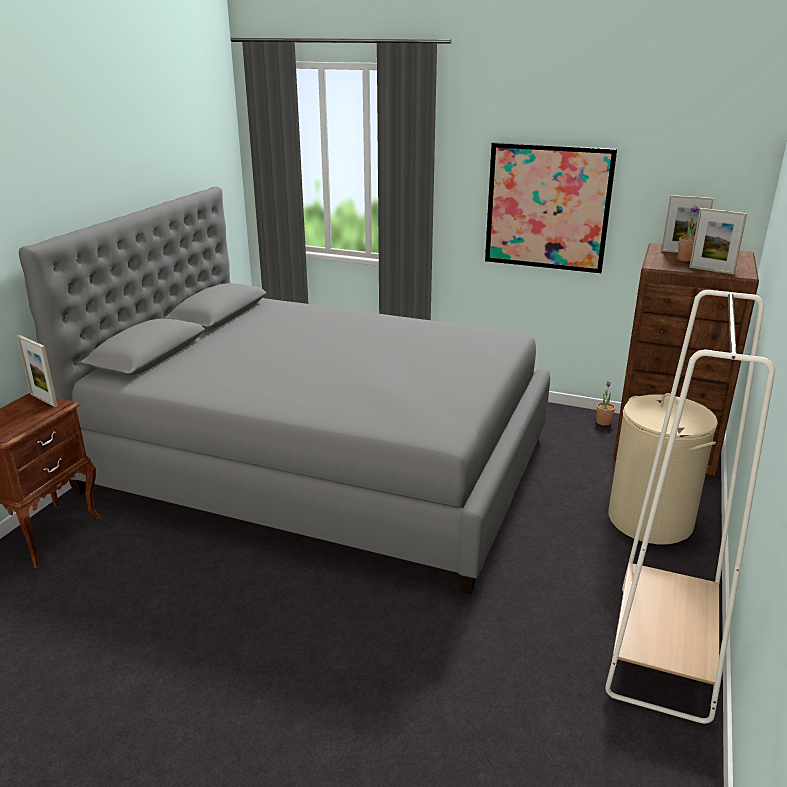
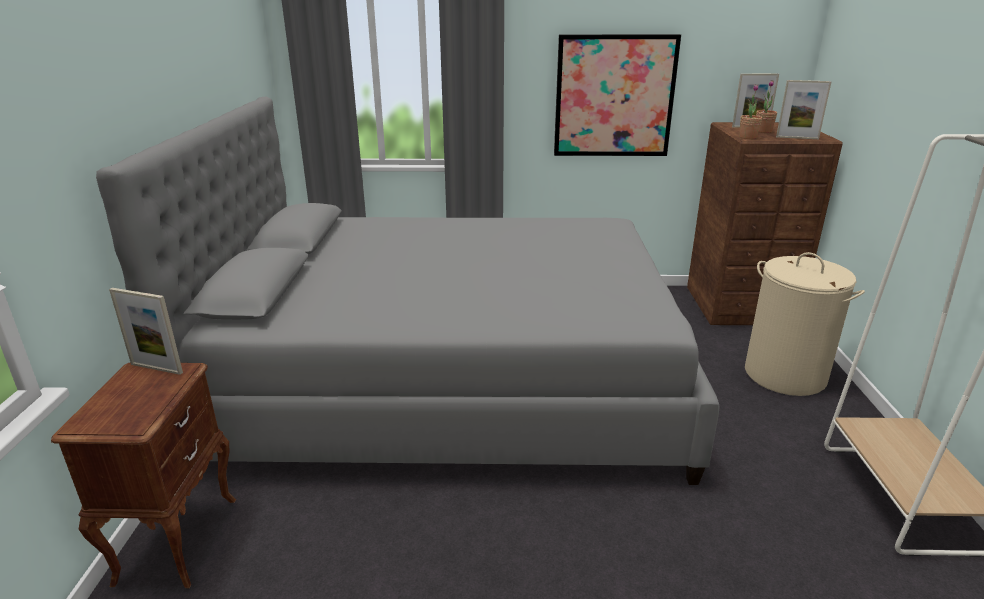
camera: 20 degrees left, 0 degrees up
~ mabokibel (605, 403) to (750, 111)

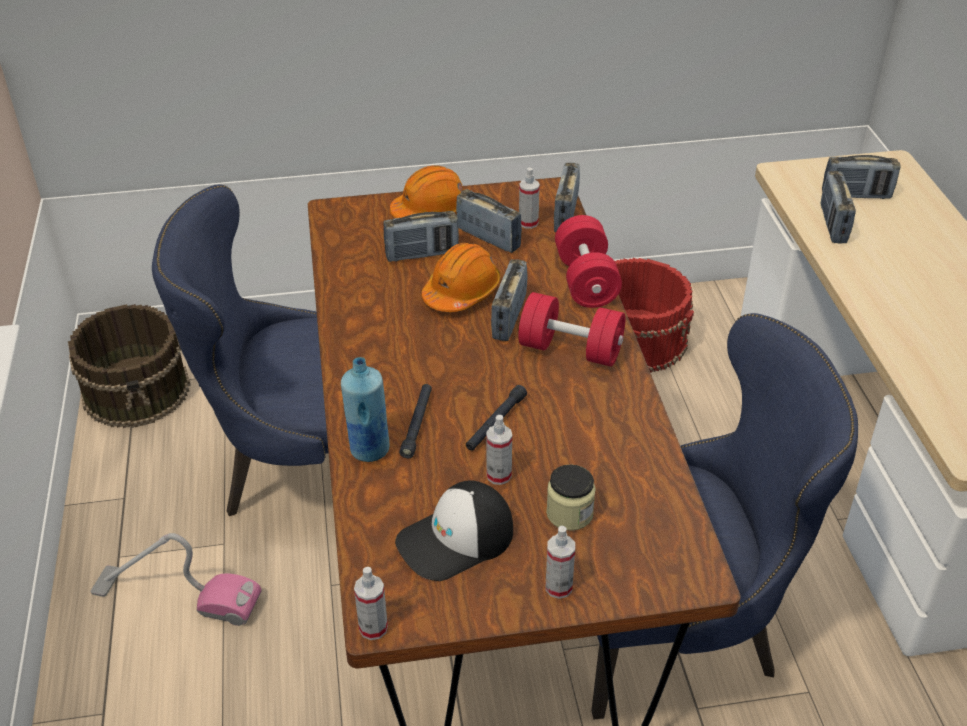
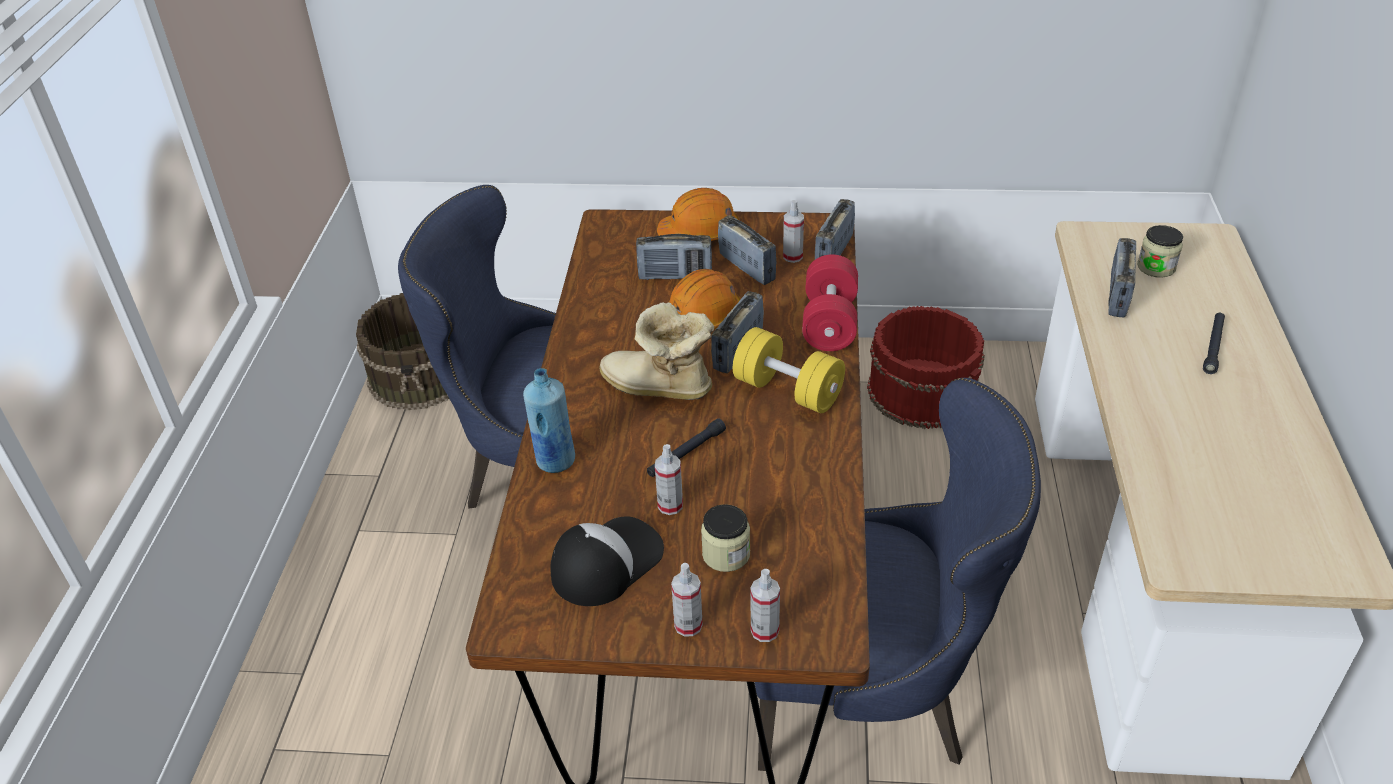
camera: 15 degrees right, 0 degrees up
~ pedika (454, 530) = (607, 561) 150 degrees clockwise
+ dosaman (657, 351)
~ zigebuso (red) (571, 329) to zigebuso (yellow) (789, 370)
~ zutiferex (371, 603) to (765, 605)
~ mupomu (861, 177) to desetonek (1160, 251)
~ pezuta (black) (415, 421) to (1214, 343)
- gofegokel (175, 579)

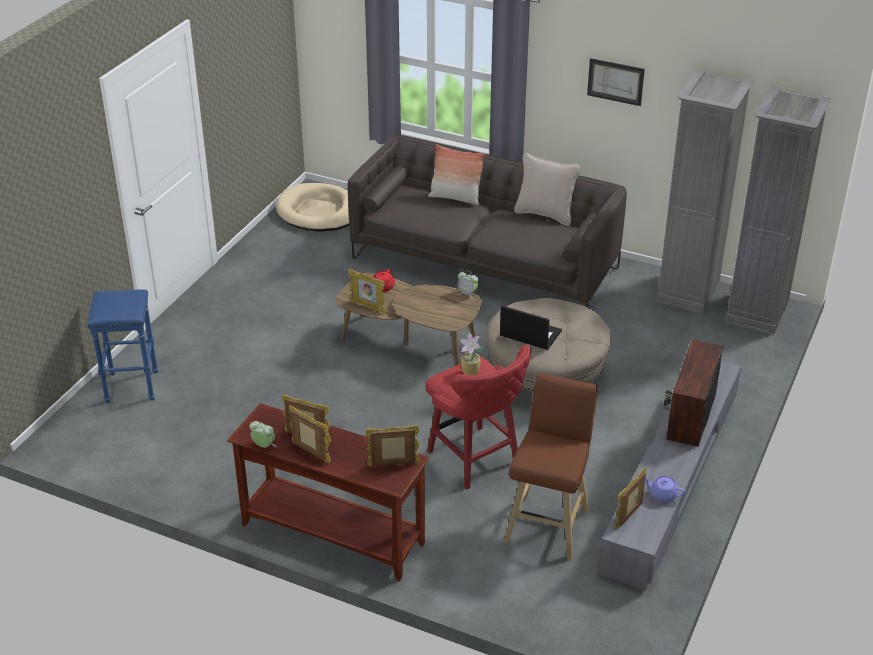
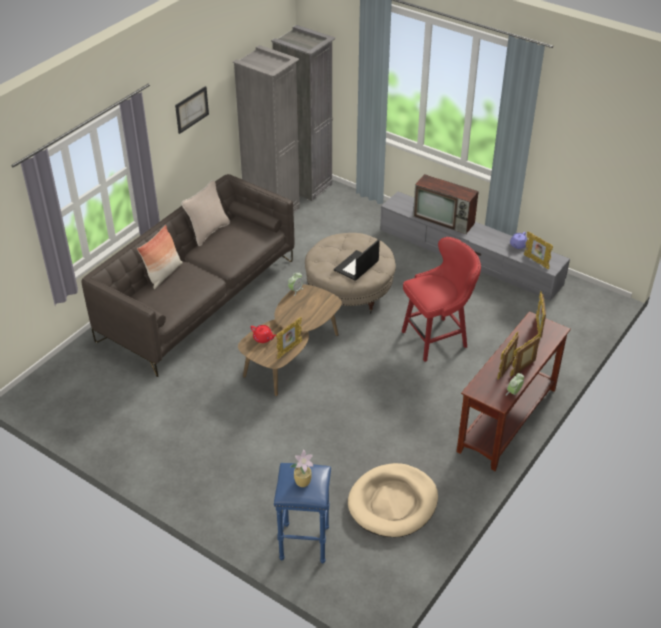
camera: 80 degrees left, 5 degrees up
~ mabokibel (472, 353) to (302, 468)
~ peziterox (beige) (312, 207) to (393, 500)
- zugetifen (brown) (550, 466)

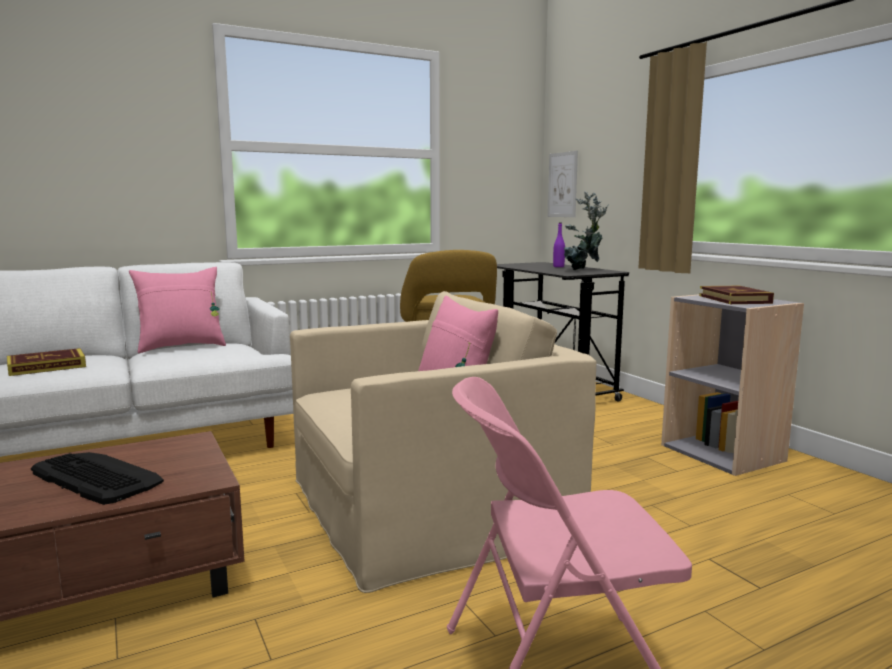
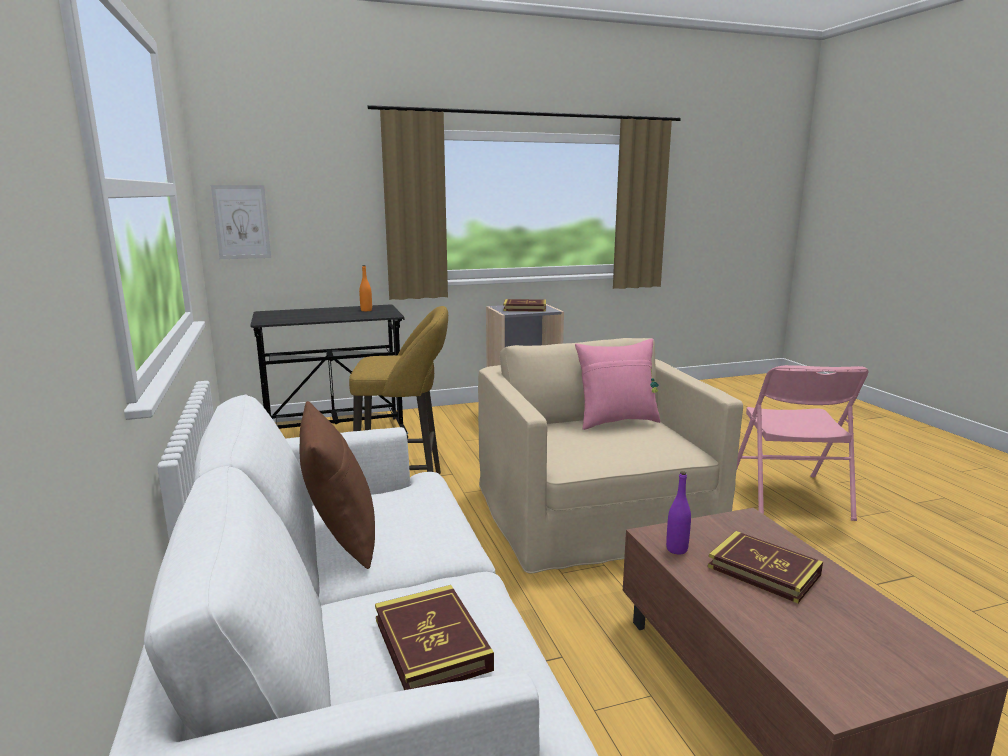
camera: 80 degrees left, 5 degrees up
~ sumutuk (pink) (177, 310) to sumutuk (brown) (337, 485)
~ mabokibel (586, 230) to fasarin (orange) (365, 288)
~ fasarin (purple) (559, 245) to (678, 513)
~ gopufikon (97, 478) to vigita (765, 567)

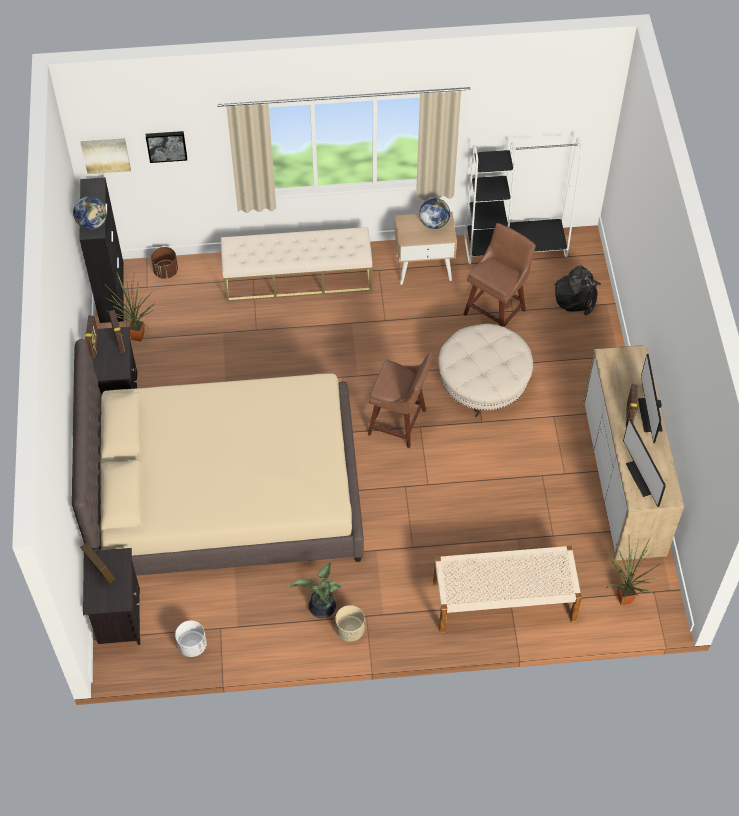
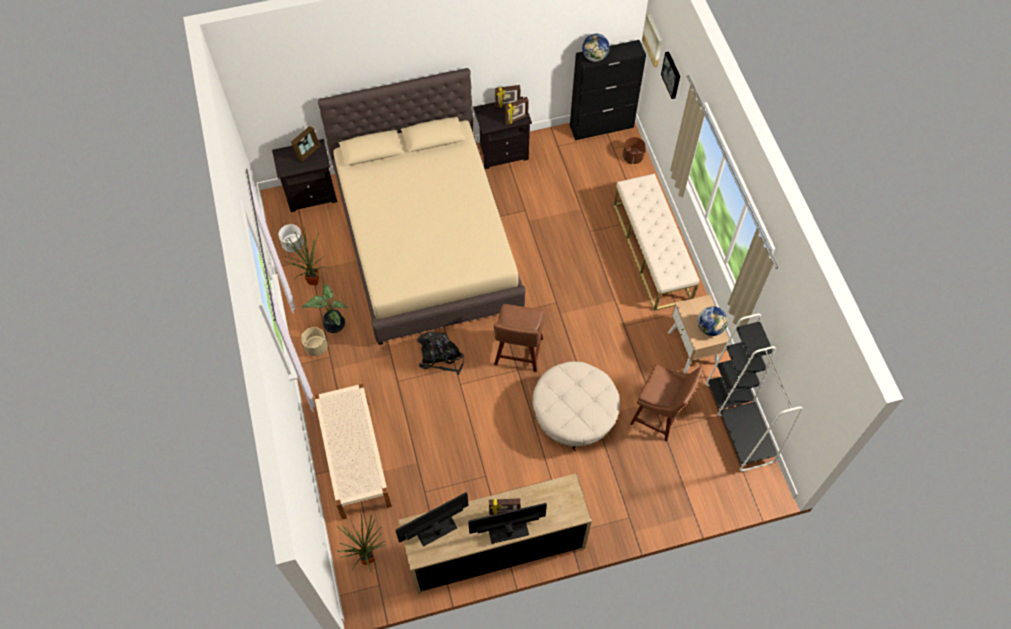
camera: 80 degrees right, 5 degrees up
~ mabokibel (130, 306) to (307, 255)
~ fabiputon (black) (577, 290) to (440, 353)

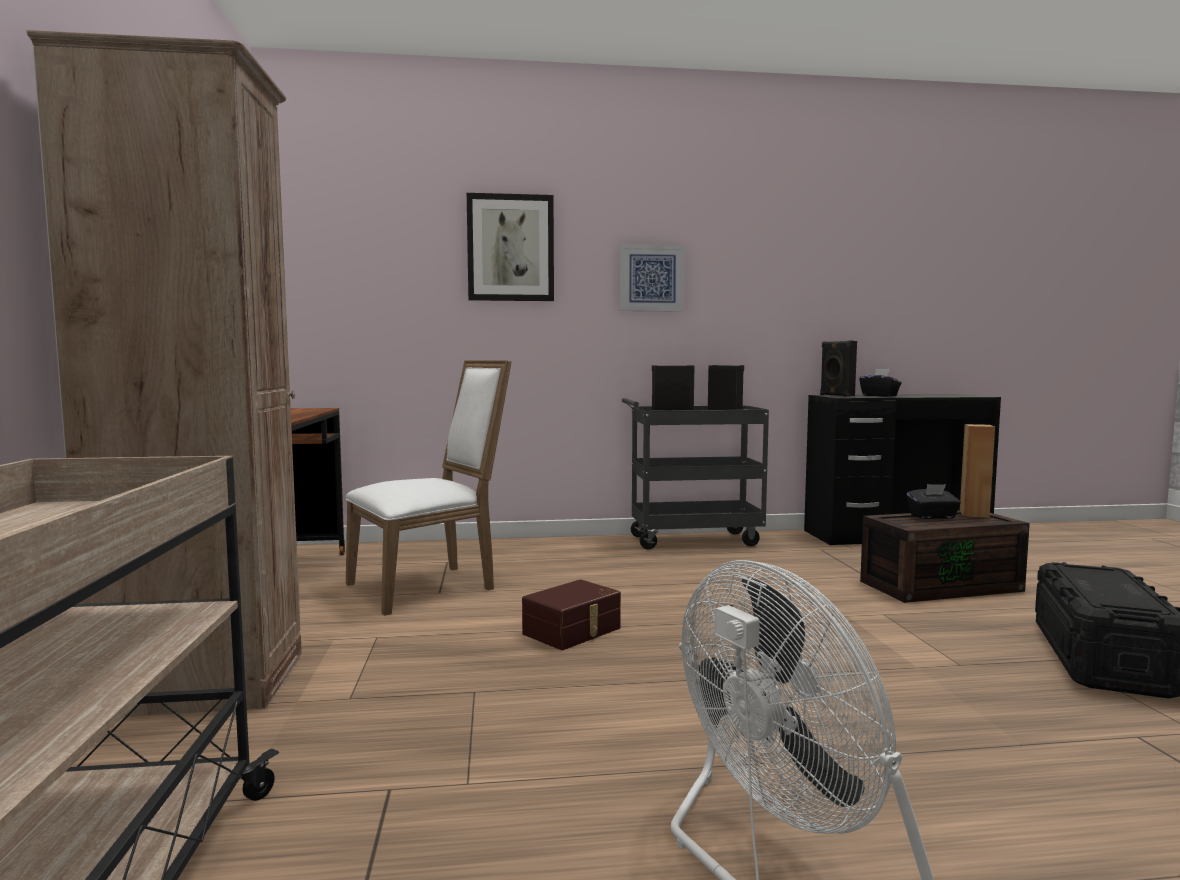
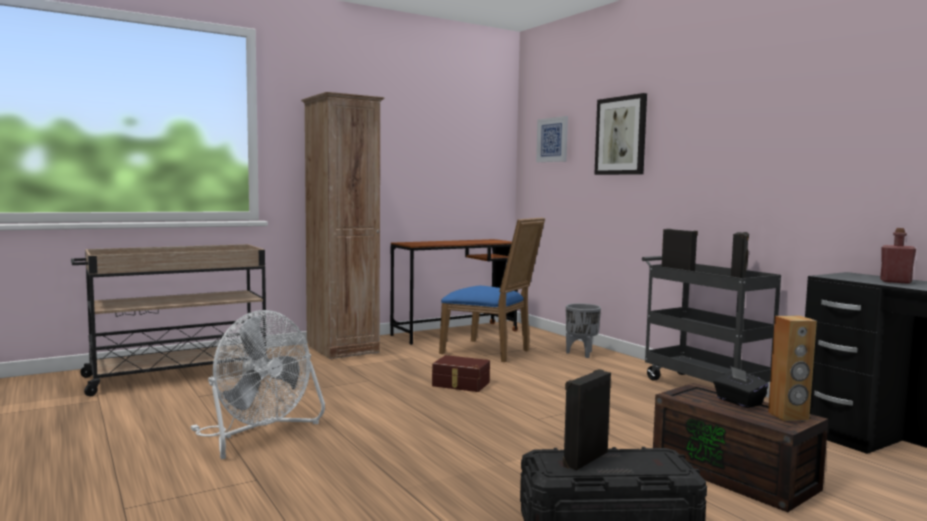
camera: 65 degrees right, 0 degrees up
~ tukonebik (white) (428, 488) to tukonebik (blue) (492, 290)
~ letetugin (652, 278) to (552, 139)
~ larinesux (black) (838, 369) to (587, 419)
+ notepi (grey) (583, 330)
~ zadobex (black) (880, 383) to fasarin (red) (898, 256)

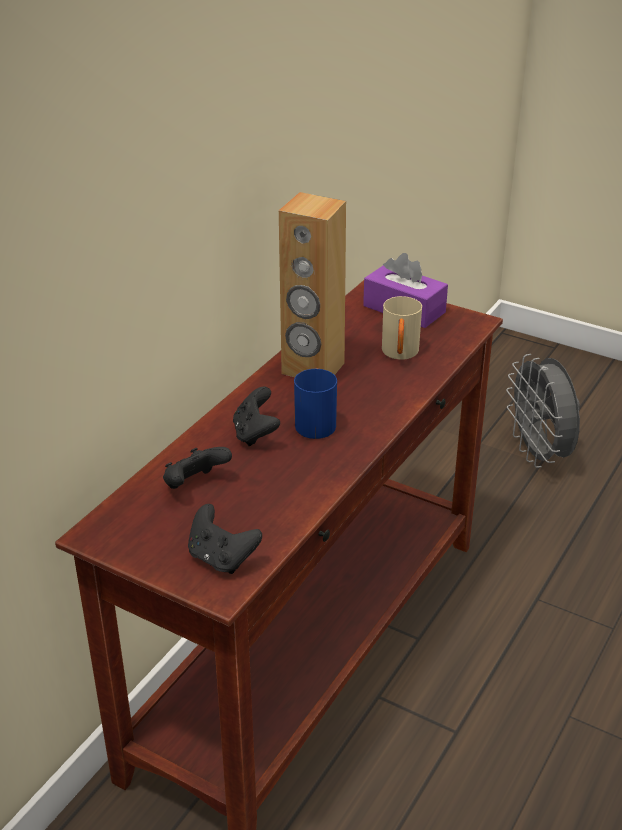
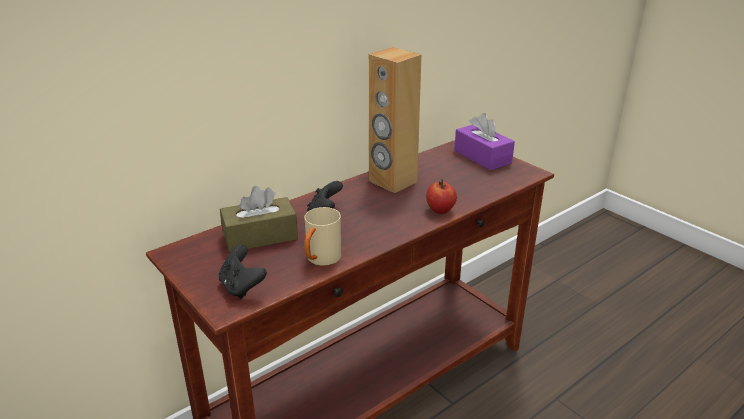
camera: 20 degrees right, 5 degrees down
~ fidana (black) (197, 468) to zadobex (brown) (259, 219)
~ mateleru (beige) (402, 328) to (322, 236)
+ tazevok (441, 196)
- mateleru (blue) (315, 403)
- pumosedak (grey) (543, 411)

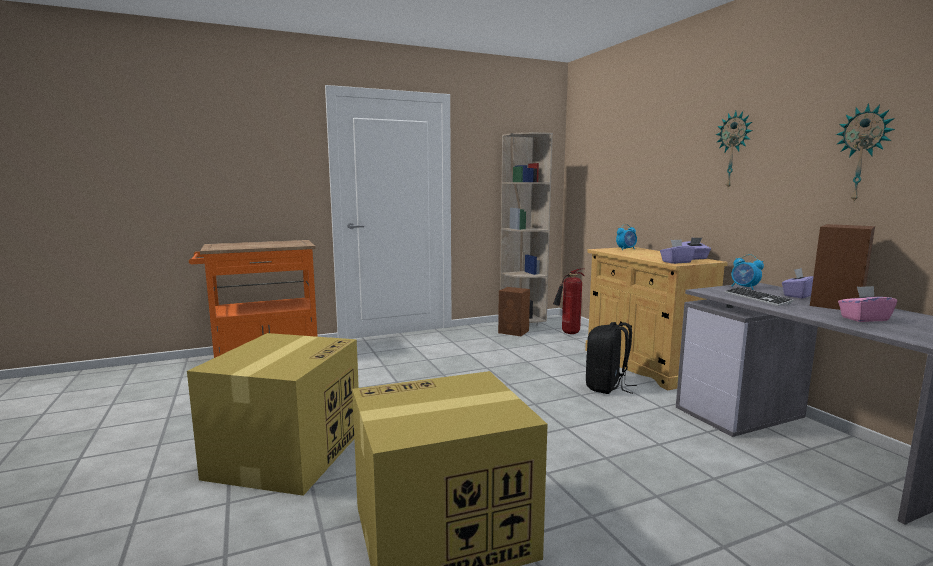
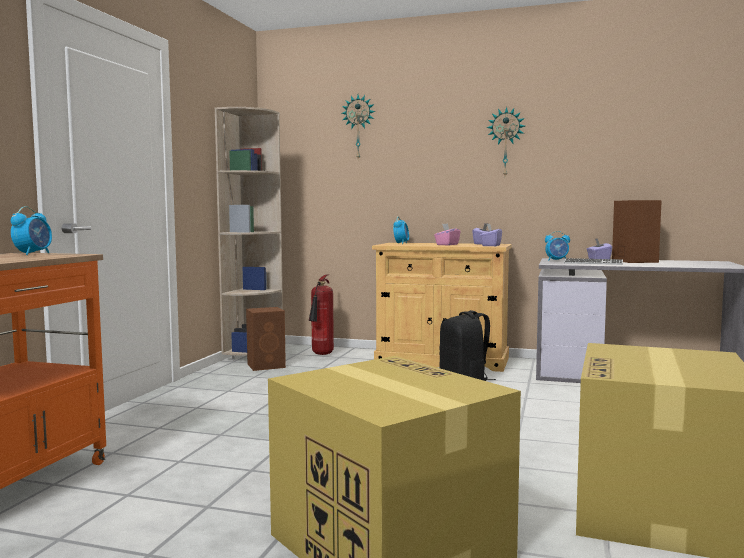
camera: 50 degrees left, 5 degrees down
+ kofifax (31, 230)
~ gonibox (865, 152) to (358, 127)
~ zadobex (pink) (867, 304) to (447, 234)

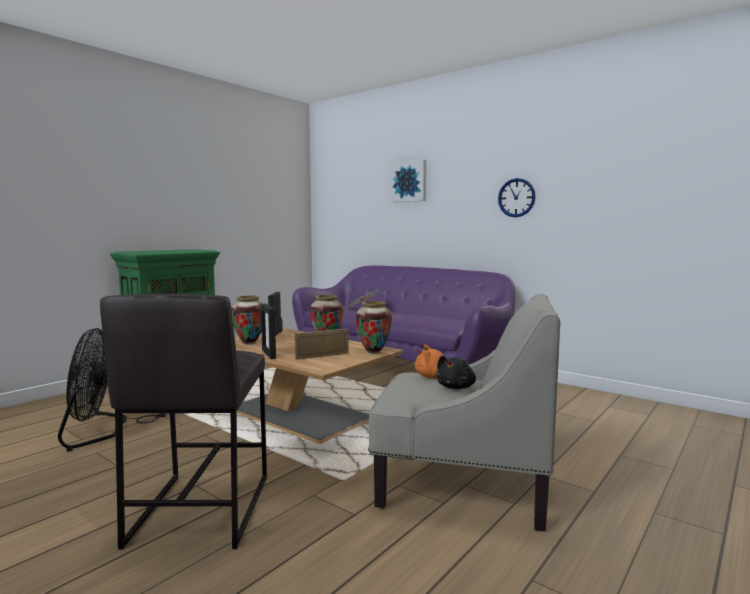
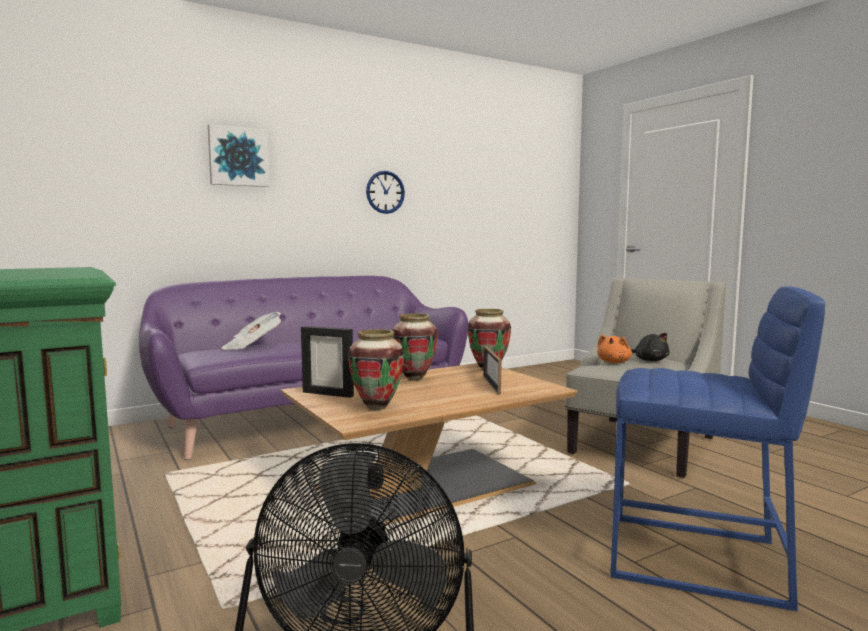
camera: 70 degrees left, 0 degrees up
~ zugetifen (grey) (183, 422) to zugetifen (blue) (718, 448)
- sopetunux (268, 331)

